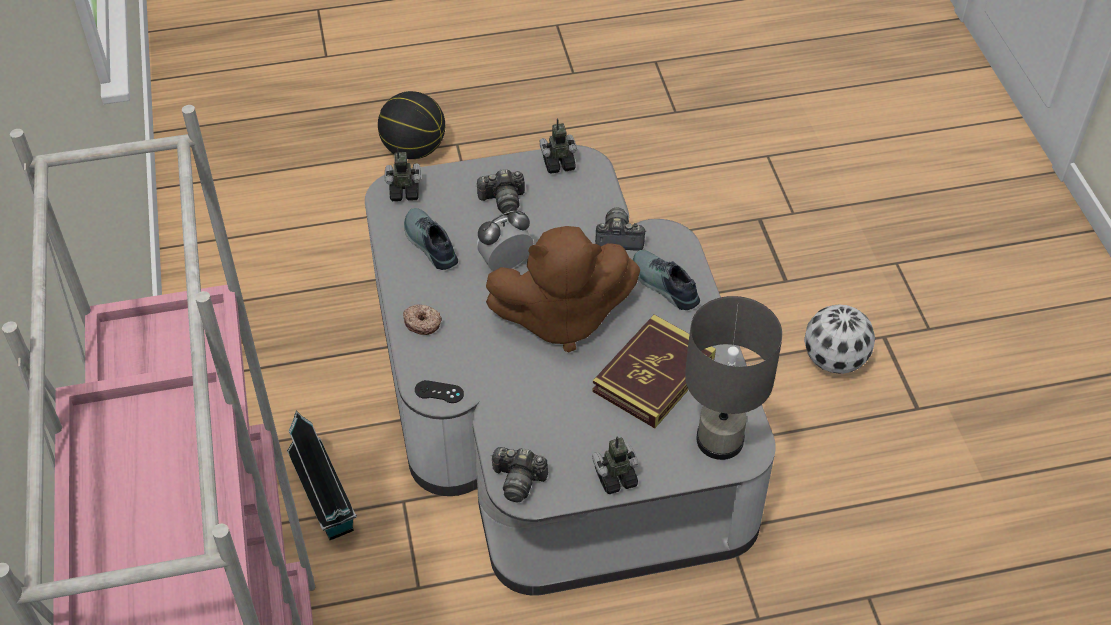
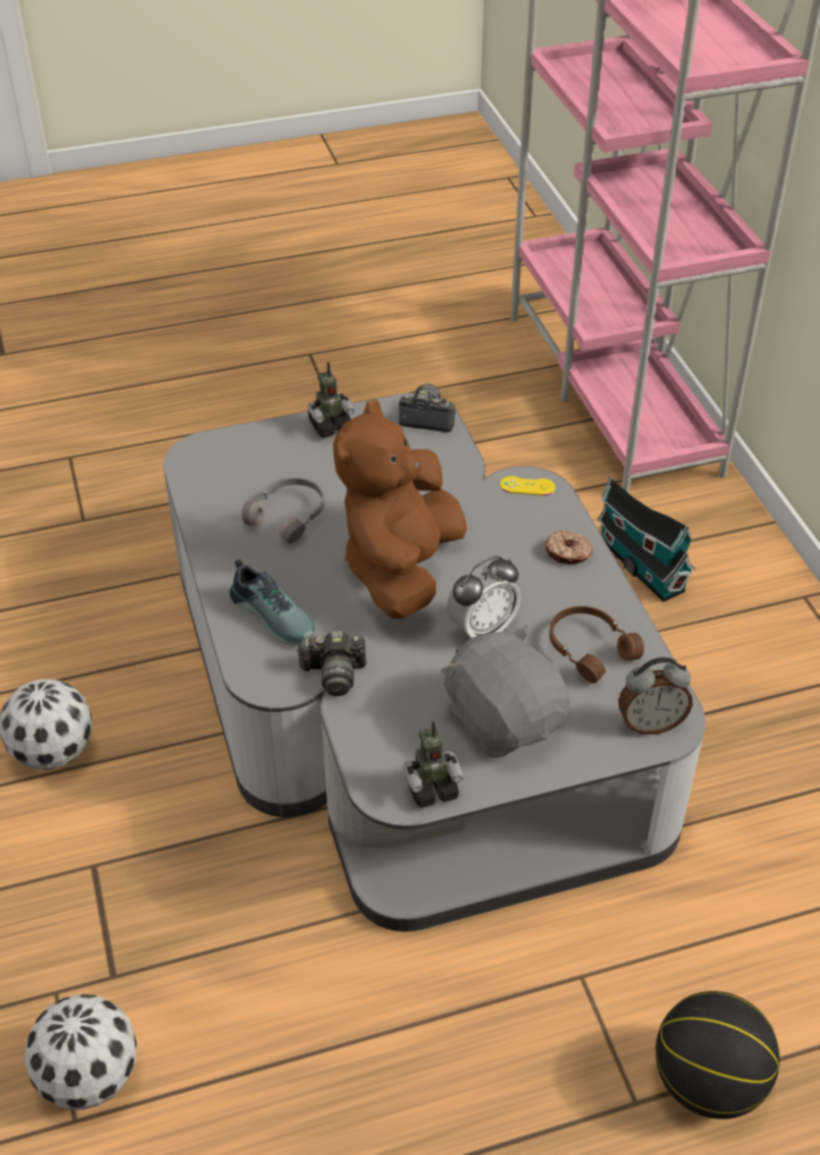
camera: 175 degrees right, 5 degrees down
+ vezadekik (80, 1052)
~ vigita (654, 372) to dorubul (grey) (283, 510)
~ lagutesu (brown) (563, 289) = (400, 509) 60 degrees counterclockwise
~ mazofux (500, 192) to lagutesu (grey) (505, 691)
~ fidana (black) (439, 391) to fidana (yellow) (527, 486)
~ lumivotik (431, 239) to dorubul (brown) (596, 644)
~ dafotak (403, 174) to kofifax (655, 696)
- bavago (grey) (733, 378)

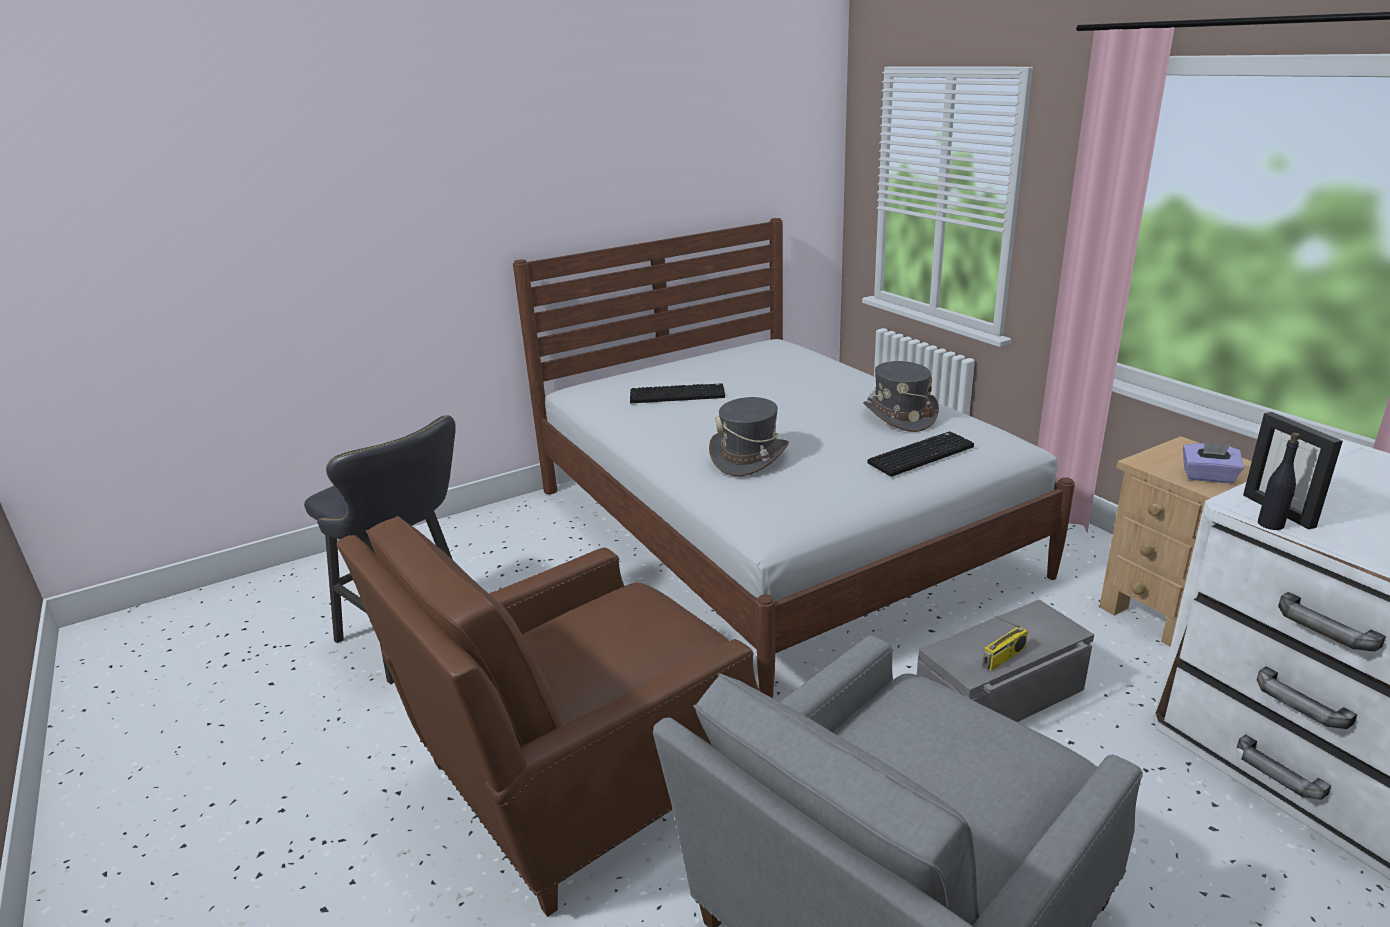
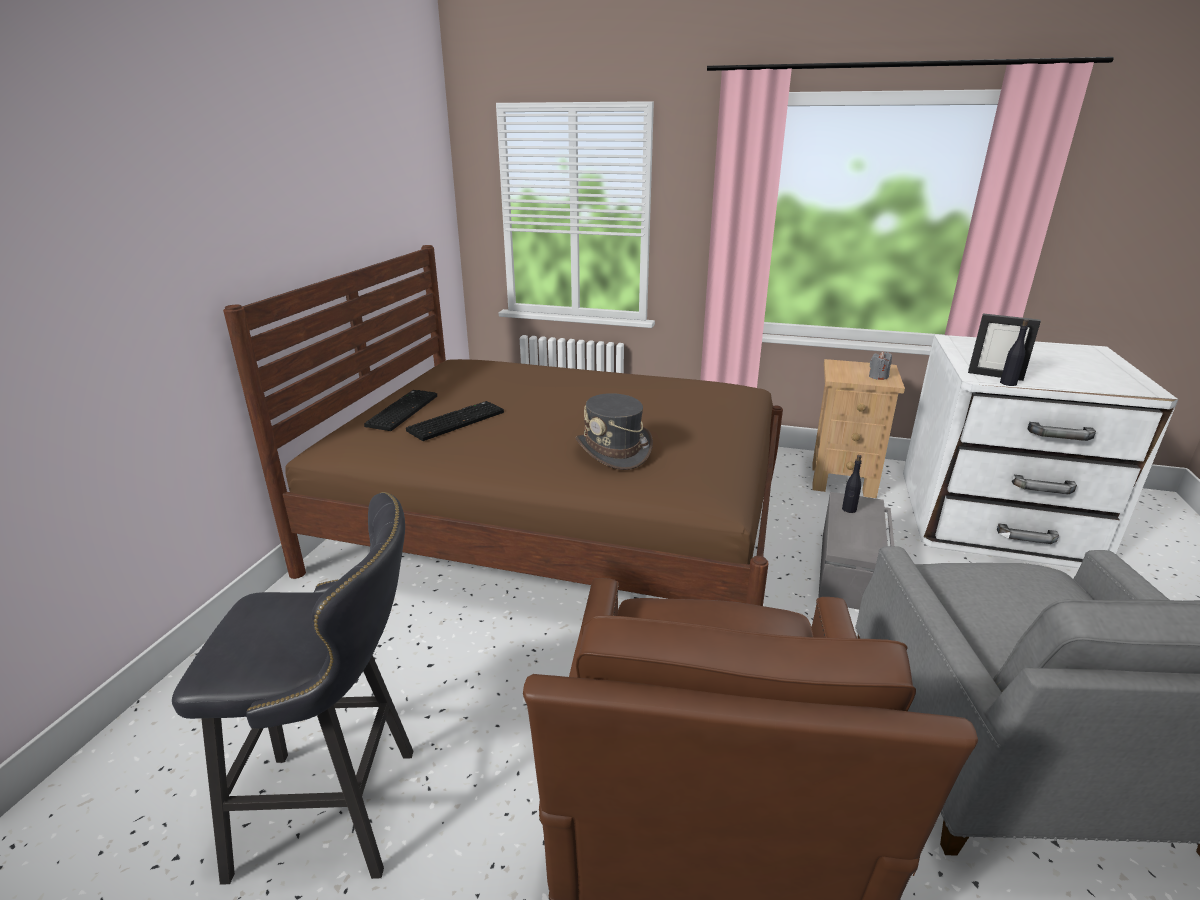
camera: 45 degrees left, 0 degrees up
~ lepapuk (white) (794, 458) to lepapuk (brown) (503, 425)
~ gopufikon (920, 454) to (400, 410)
+ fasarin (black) (852, 484)
~ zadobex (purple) (1213, 462) to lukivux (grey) (880, 365)
- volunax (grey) (901, 396)
- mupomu (1005, 643)

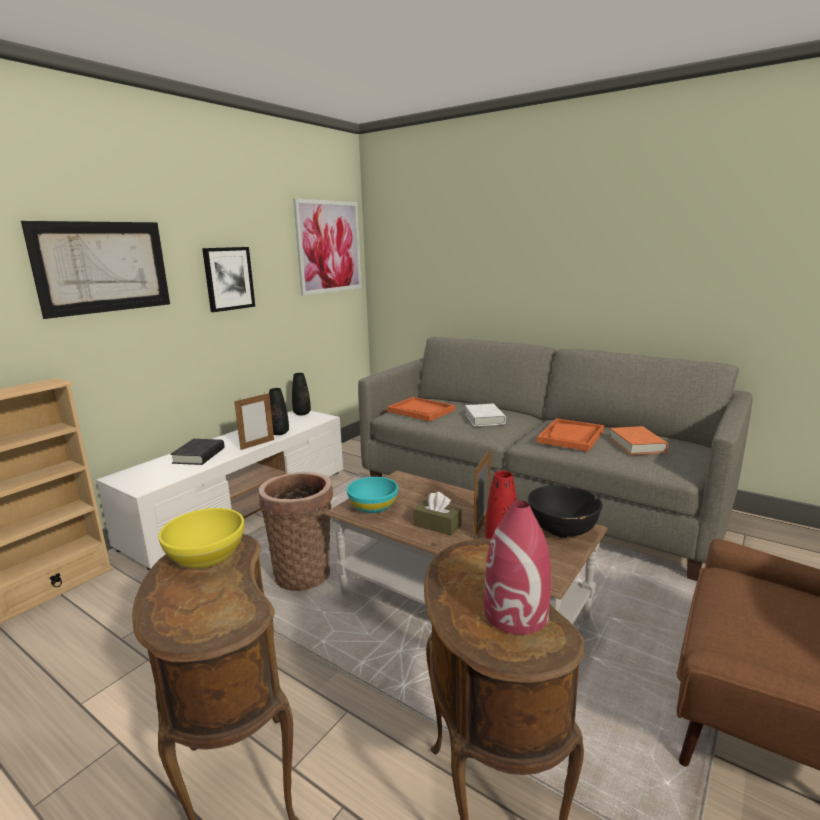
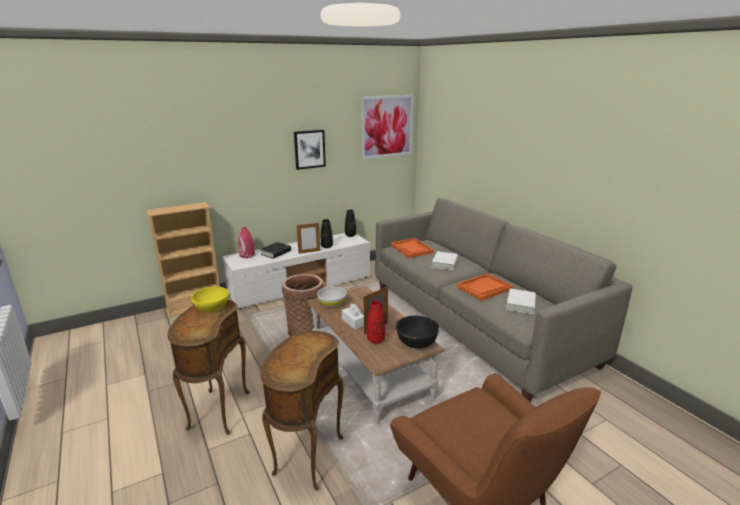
camera: 25 degrees right, 5 degrees up
~ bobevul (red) (517, 567) to (246, 242)
~ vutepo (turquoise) (372, 495) to vutepo (white) (332, 297)
~ zadobex (brown) (437, 514) to zadobex (white) (353, 317)
~ vigita (orange) (638, 440) to vigita (white) (521, 301)
- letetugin (95, 270)

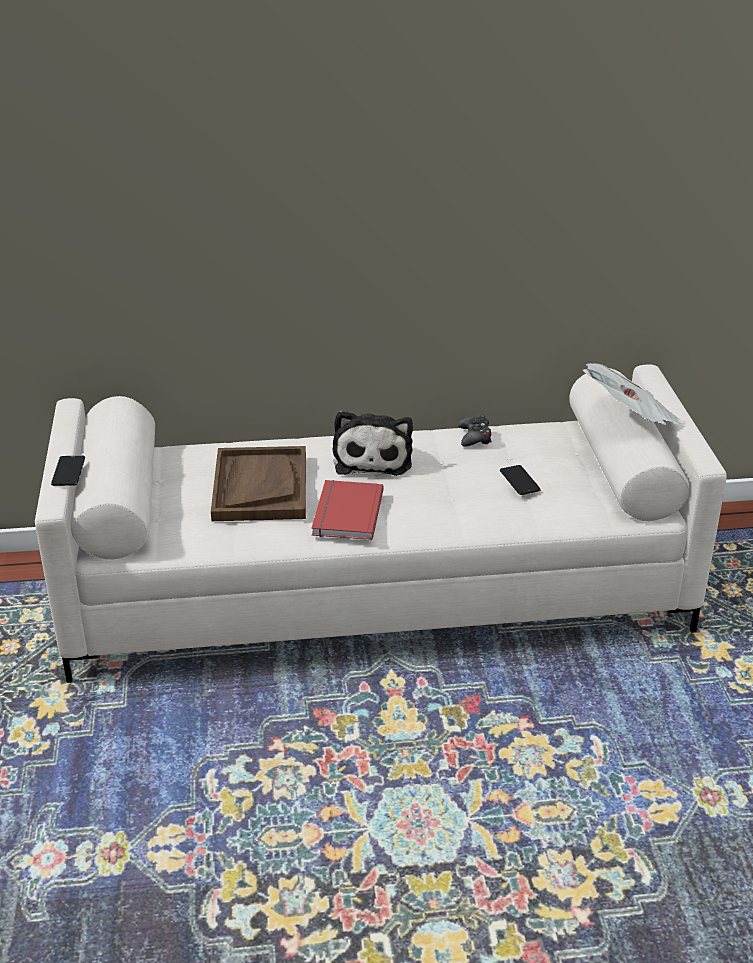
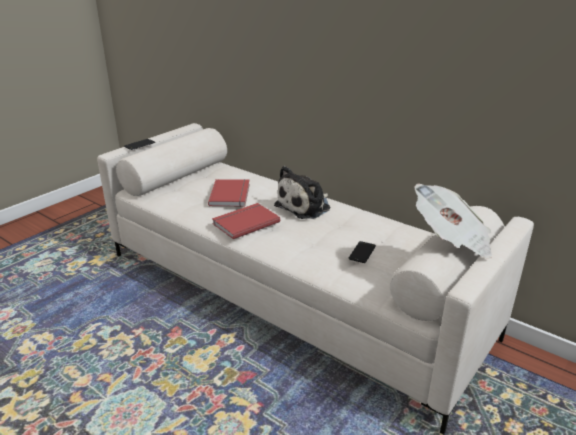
camera: 45 degrees right, 5 degrees down
~ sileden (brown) (258, 483) to vigita (red) (229, 193)
- fidana (black) (475, 431)

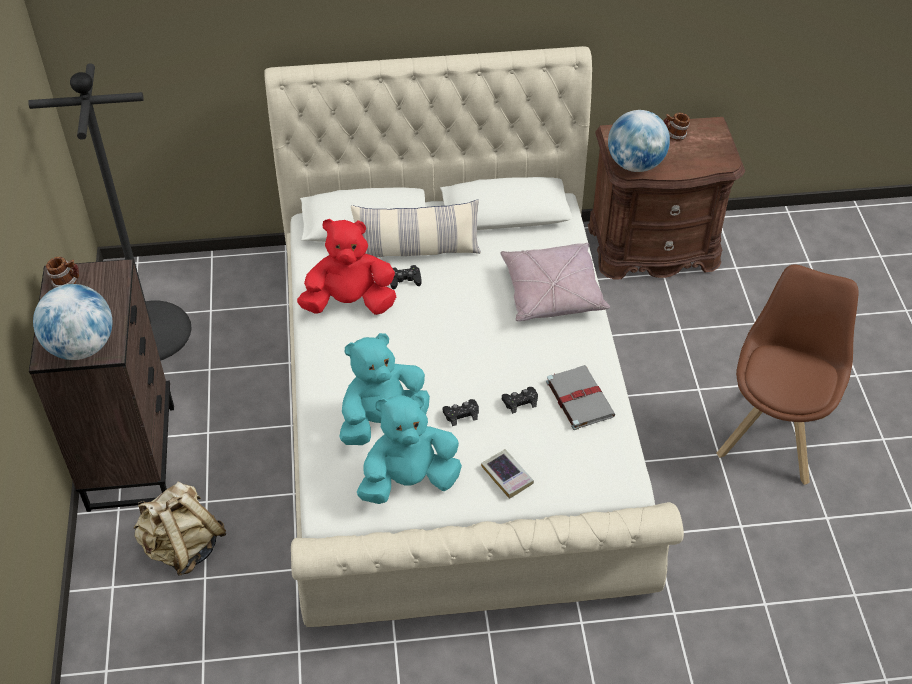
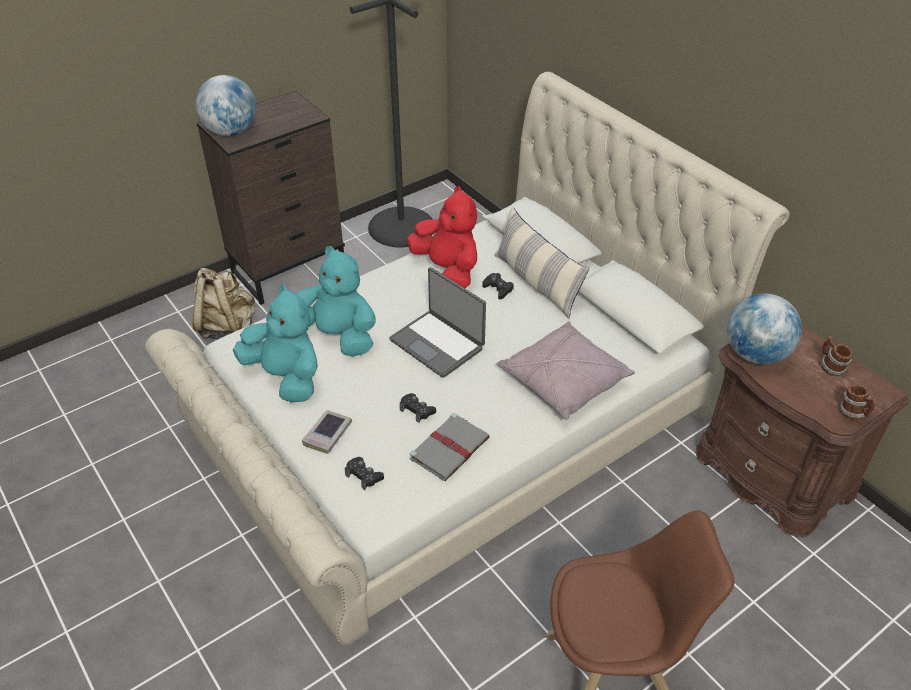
camera: 60 degrees right, 5 degrees down
~ fidana (black) (461, 412) to (364, 473)
+ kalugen (437, 322)
~ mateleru (62, 272) to (858, 401)

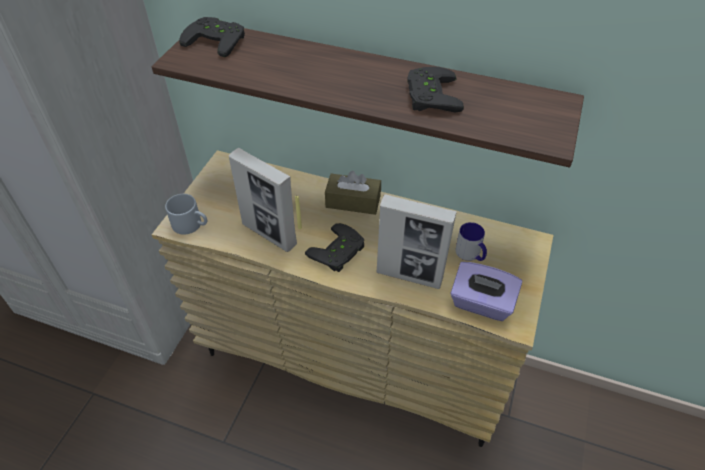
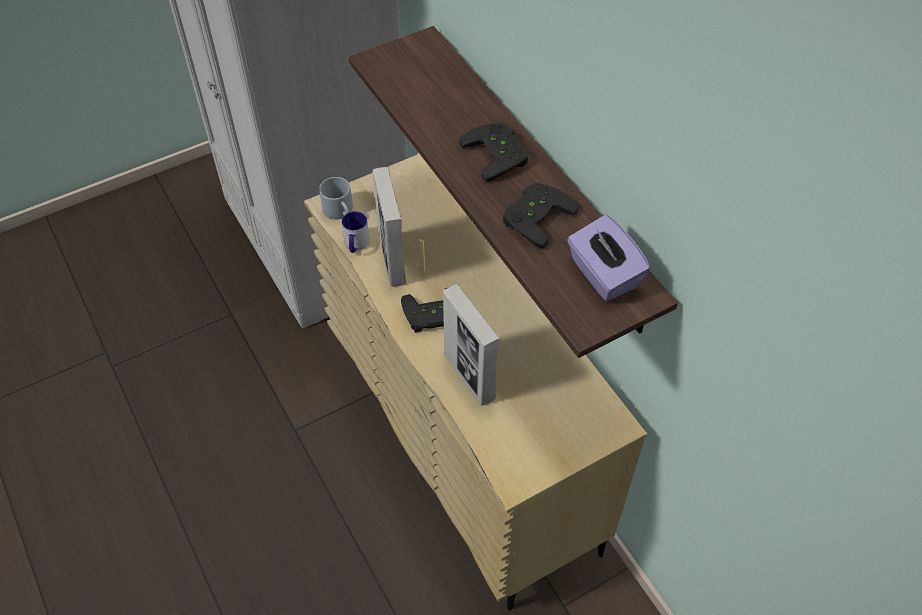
camera: 40 degrees right, 5 degrees up
~ mateleru (471, 241) to (356, 232)
~ fidana (black) (212, 37) to (493, 152)
~ zadobex (purple) (486, 291) to (609, 258)
- zadobex (brown) (353, 193)

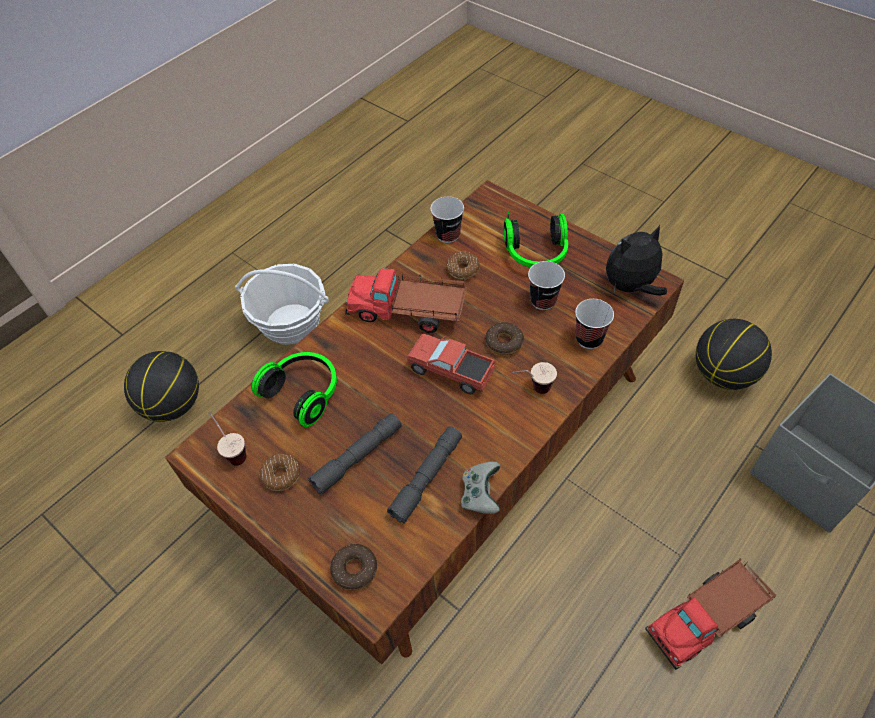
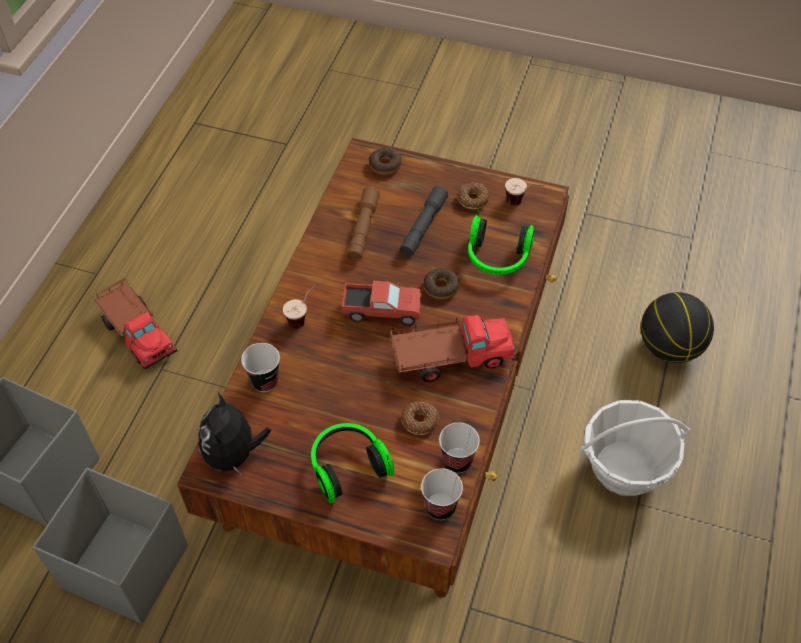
camera: 155 degrees right, 0 degrees up
~ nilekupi (734, 354) to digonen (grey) (110, 546)
~ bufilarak (710, 614) = (135, 323) 105 degrees clockwise
~ lagutesu (636, 260) = (234, 434) 135 degrees clockwise
~ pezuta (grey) (424, 474) to pezuta (brown) (363, 223)
~ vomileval (546, 285) to (442, 494)
~ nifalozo (504, 339) to (441, 283)
- fidana (grey) (480, 488)

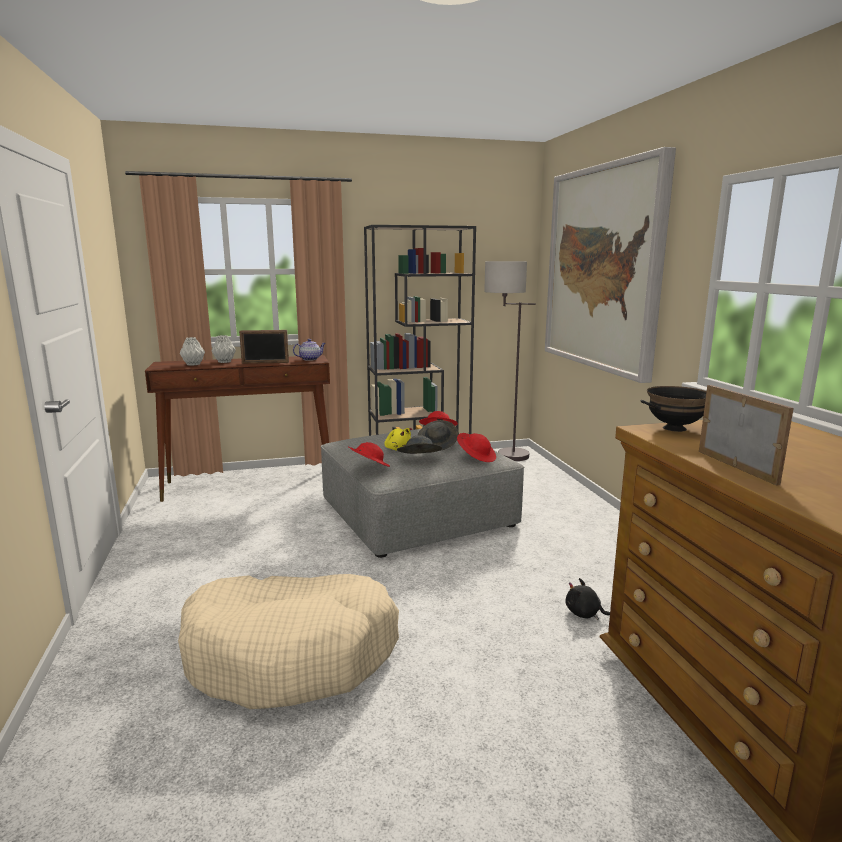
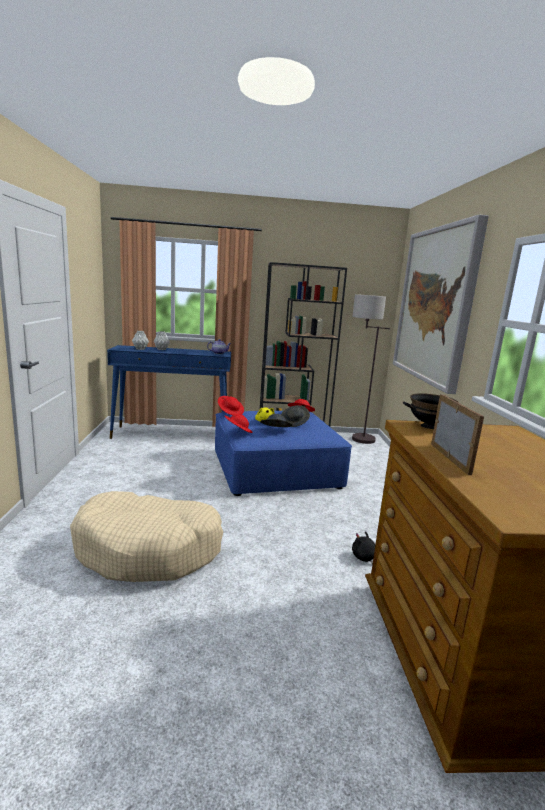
camera: 10 degrees right, 0 degrees up
~ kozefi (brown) (237, 428) to kozefi (blue) (169, 392)
~ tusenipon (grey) (423, 493) to tusenipon (blue) (283, 453)
~ volunax (red) (476, 447) to (231, 405)
- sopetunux (264, 347)

